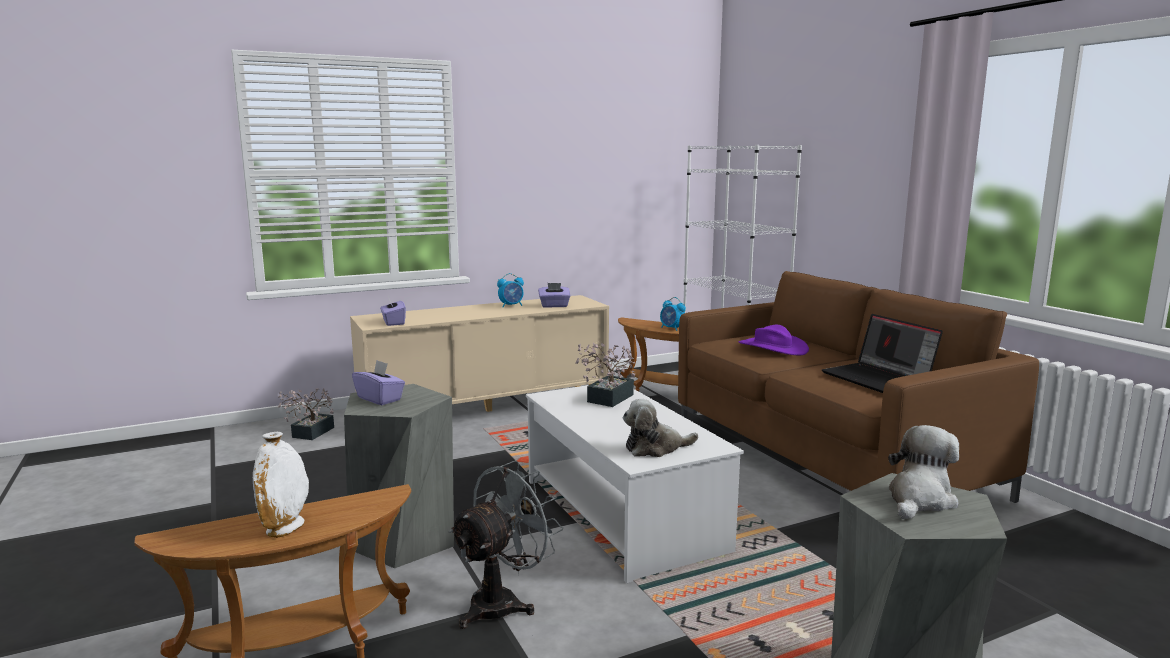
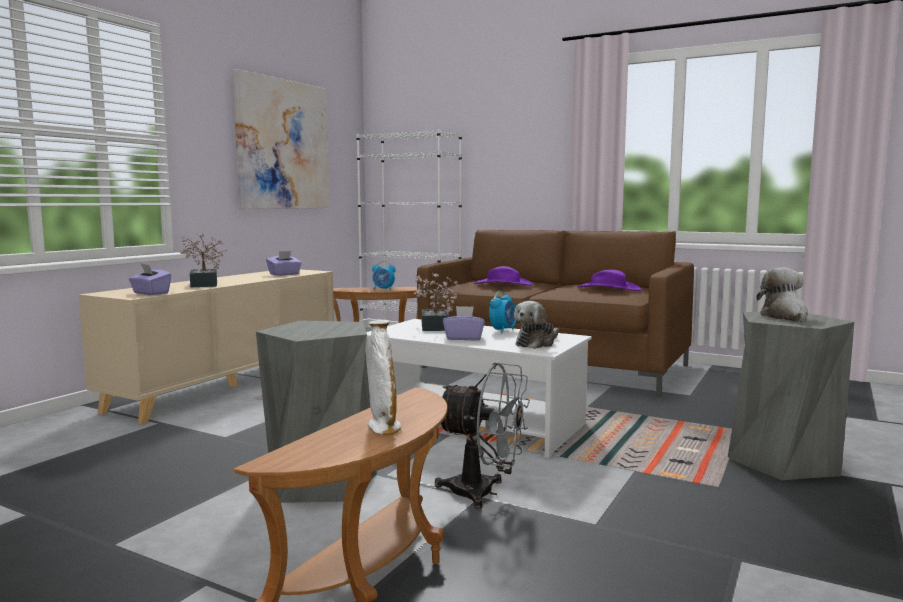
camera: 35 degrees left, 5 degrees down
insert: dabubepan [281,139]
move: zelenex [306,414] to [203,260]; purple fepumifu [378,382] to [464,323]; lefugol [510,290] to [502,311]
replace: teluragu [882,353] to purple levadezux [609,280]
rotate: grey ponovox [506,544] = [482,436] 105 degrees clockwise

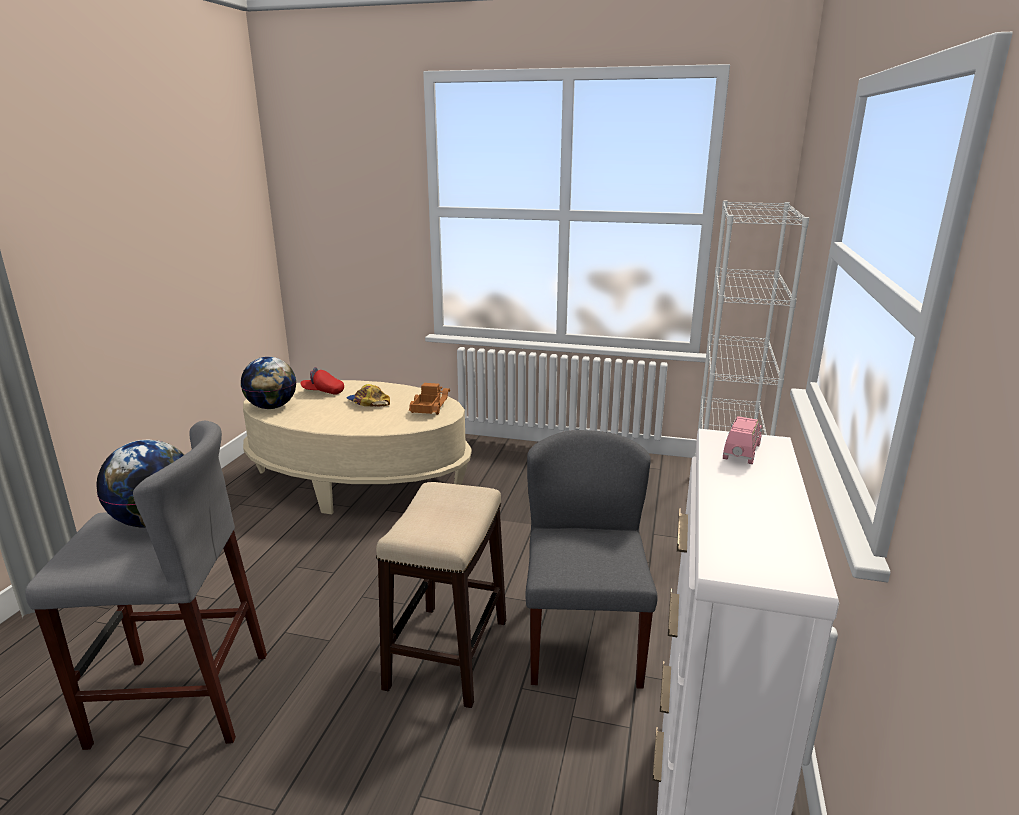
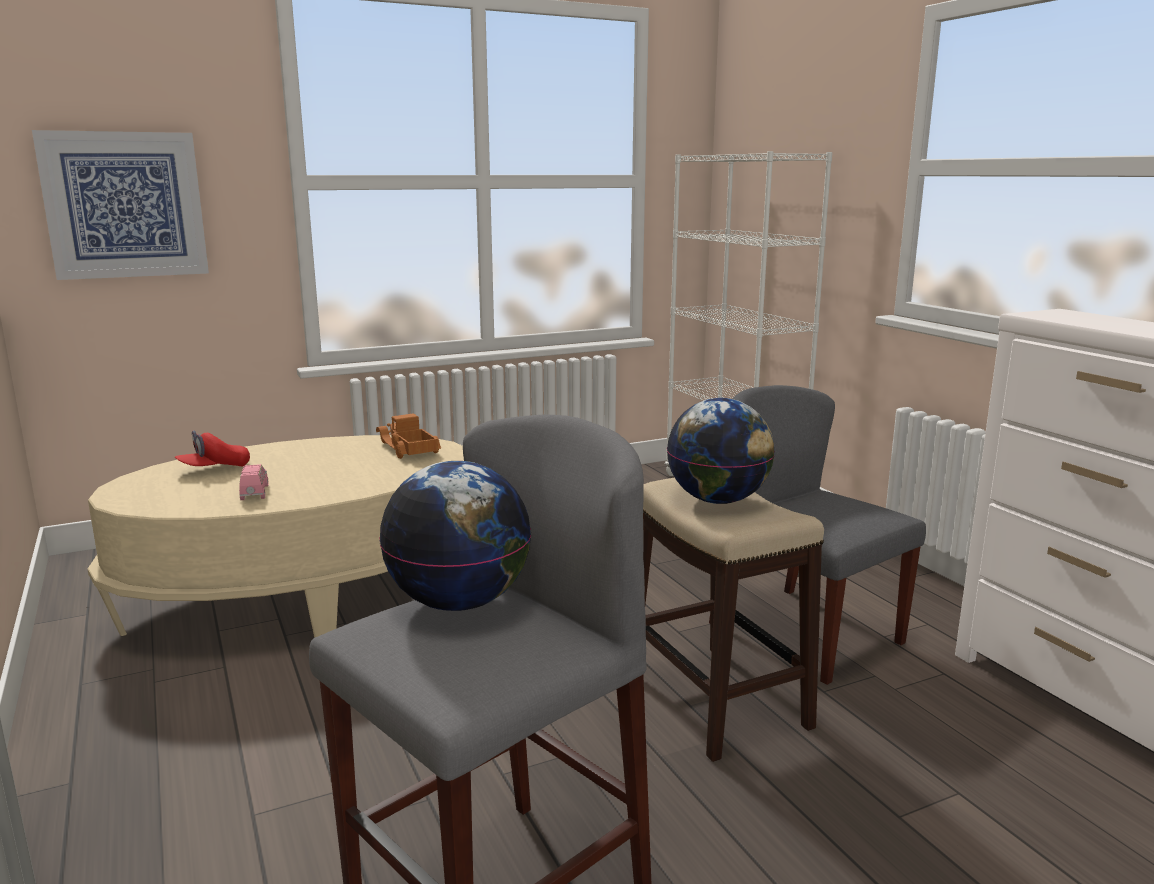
camera: 40 degrees left, 5 degrees down
delete: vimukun [368,395]
insert: dabubepan [120,205]
move: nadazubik [268,383] to [721,451]; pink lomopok [742,440] to [254,482]

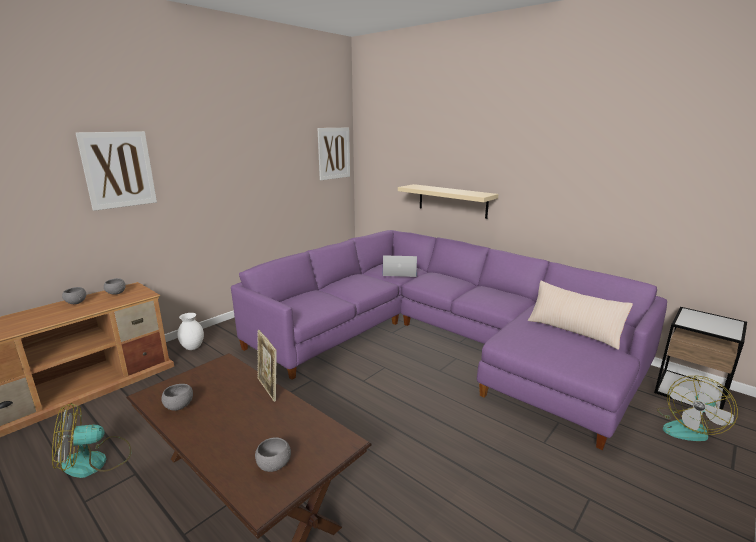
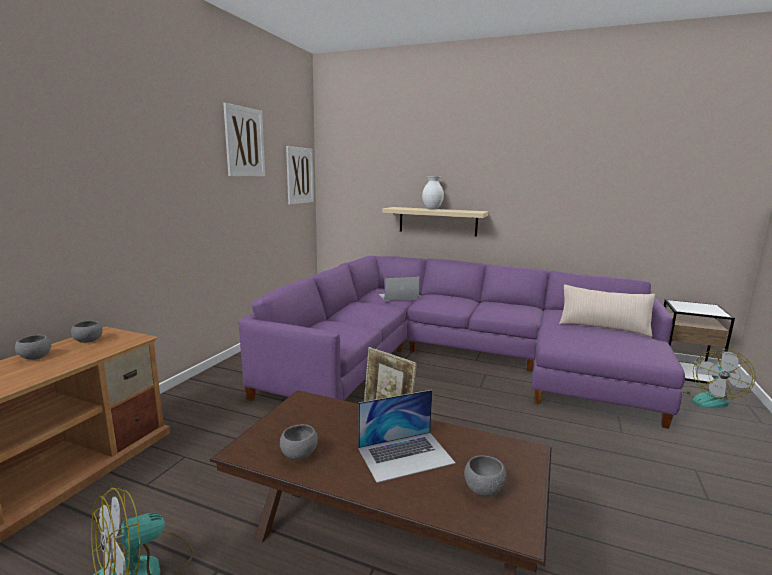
camera: 20 degrees left, 5 degrees down
insert: teluragu [407,436]
move: dabubepan [116,171] to [244,140]; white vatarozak [190,331] to [433,193]

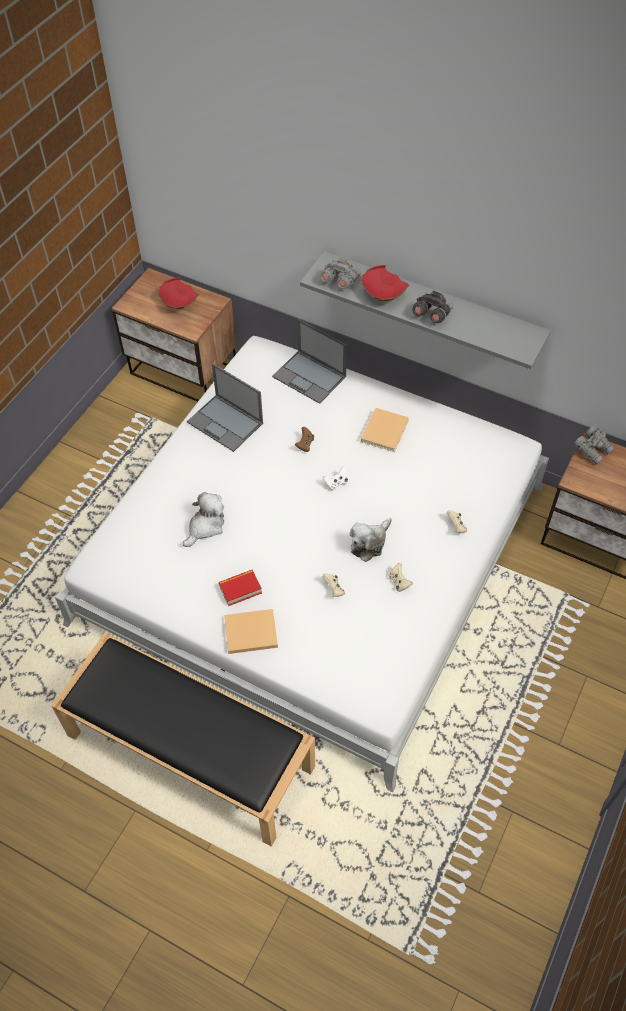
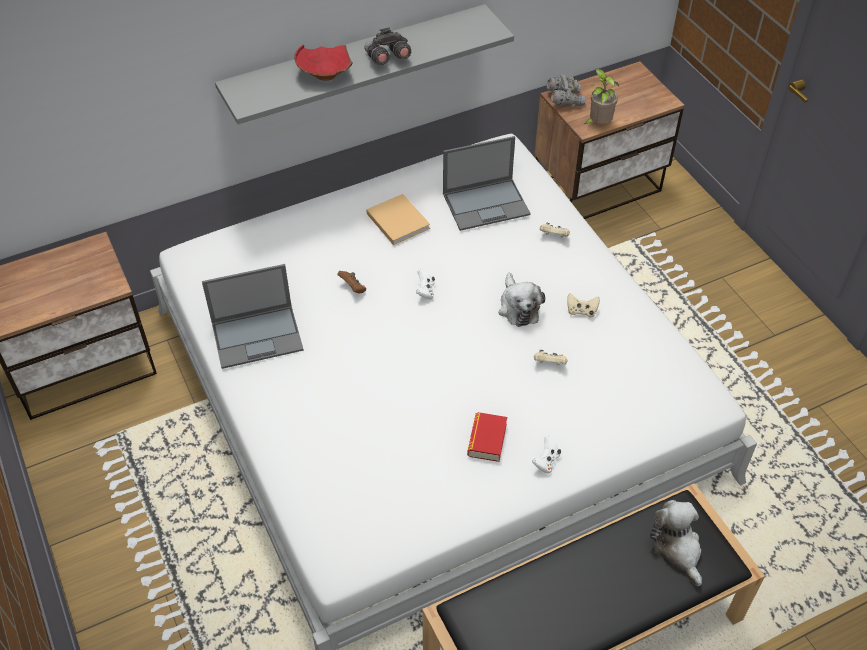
camera: 55 degrees left, 5 degrees down
delete: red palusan [178,293]; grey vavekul [340,273]
insert: zelenex [601,97]
move: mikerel [203,519] to [676,543]; teluragu [309,361] to [487,183]
replace: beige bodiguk [251,631] to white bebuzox [546,455]

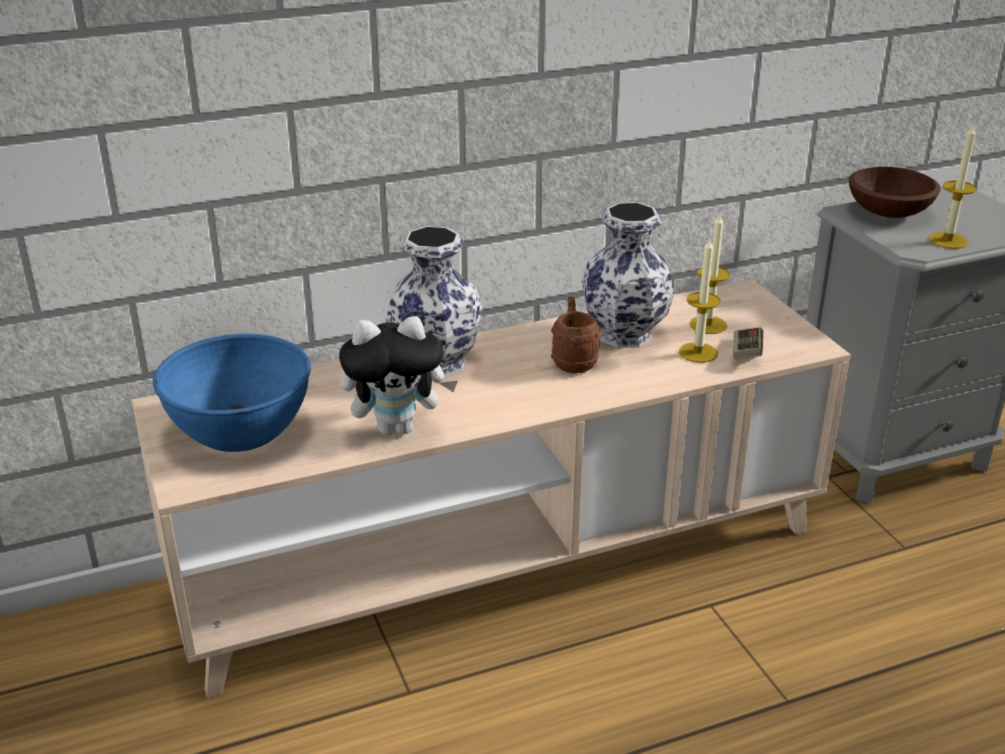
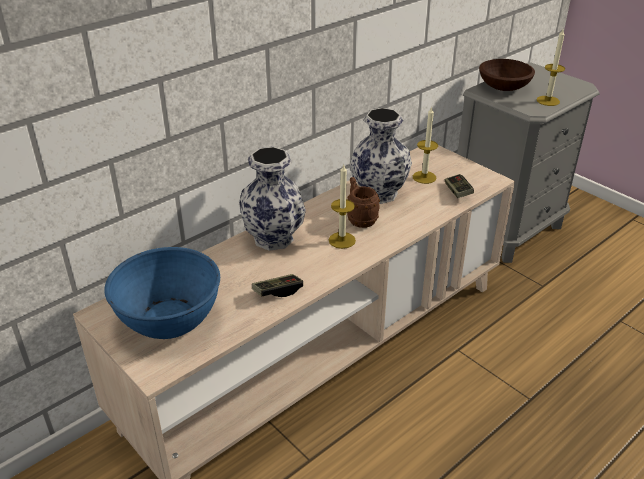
camera: 20 degrees left, 5 degrees up
move: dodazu [700,300] to [342,207]
replace: mikerel [398,375] to bebuzox [277,285]

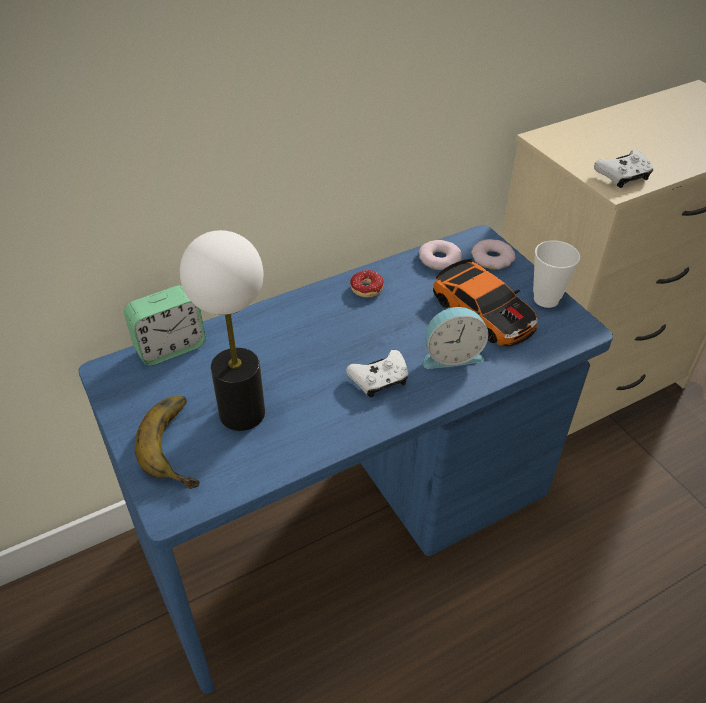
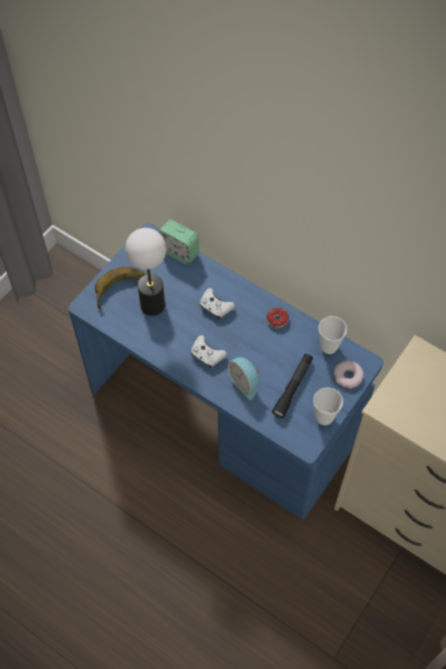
camera: 65 degrees right, 15 degrees up
move: white bebuzox [623,169] to [217,303]
replace: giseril [440,255] to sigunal [333,335]; lomopok [485,302] to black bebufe [292,386]

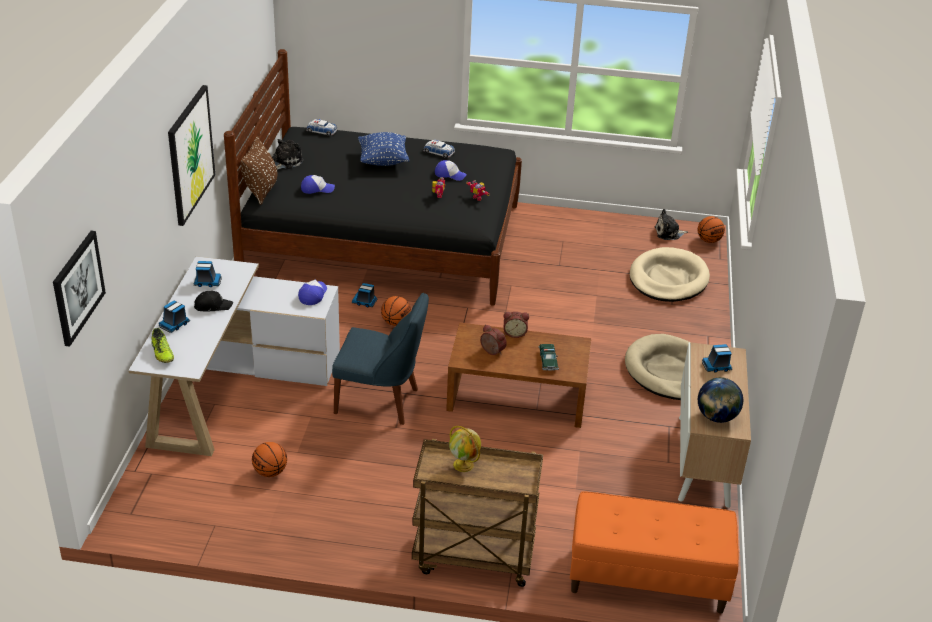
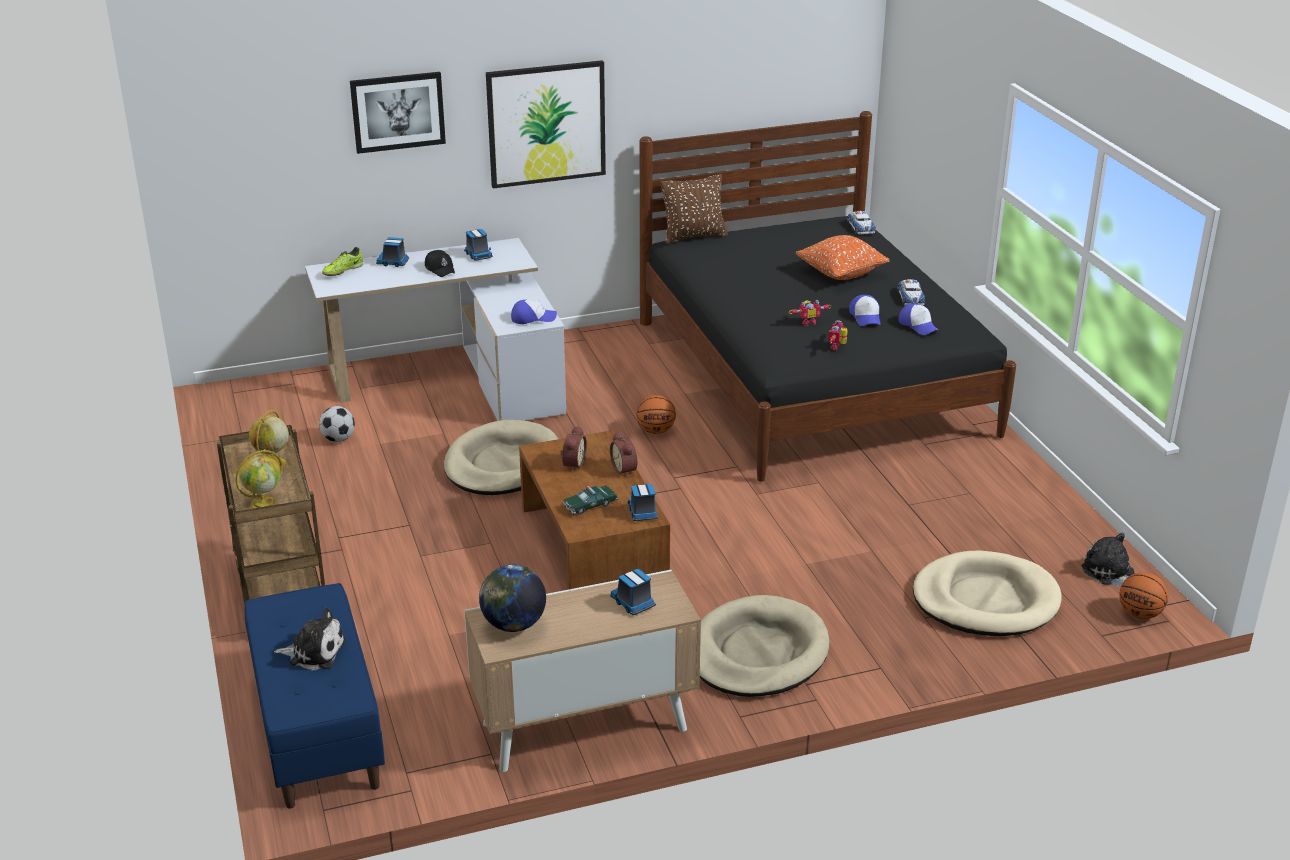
camera: 65 degrees right, 5 degrees down
insert: nadazubik [259,478]
move: dabubepan [79,289] to [398,113]; mikerel [288,154] to [310,639]; vimukun [318,184] to [918,319]; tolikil [364,295] to [643,502]
replace: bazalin [269,459] to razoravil [337,424]; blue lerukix [380,359] to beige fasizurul [501,457]
recolor: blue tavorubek [383,149] to orange tavorubek [843,257]; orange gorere [654,552] to blue gorere [315,696]

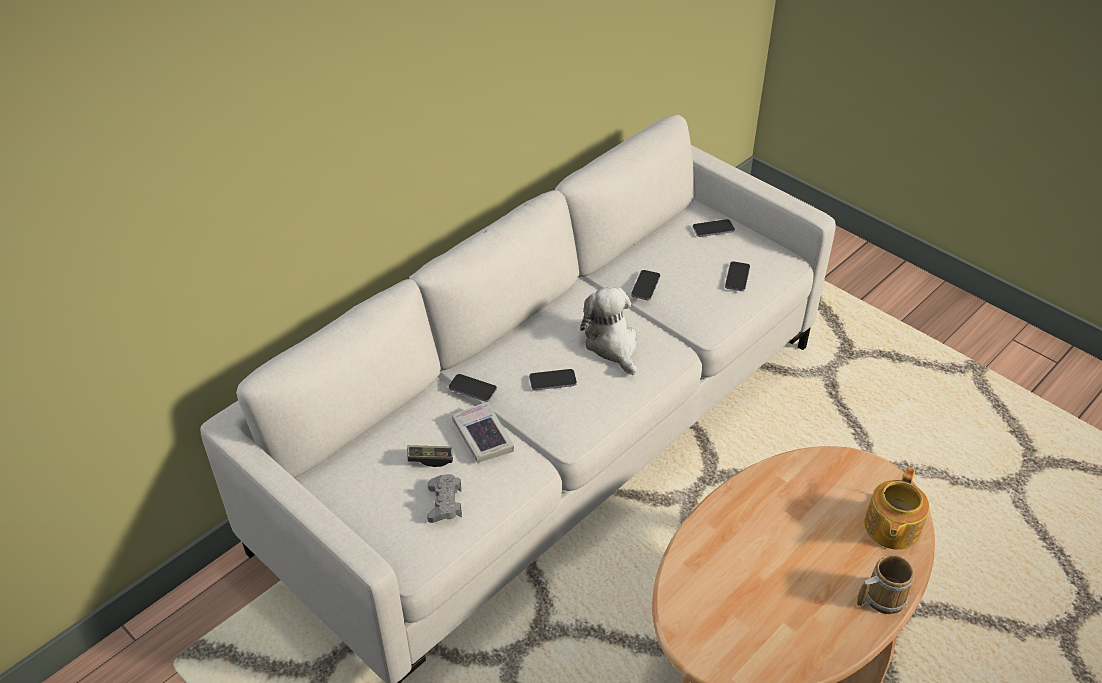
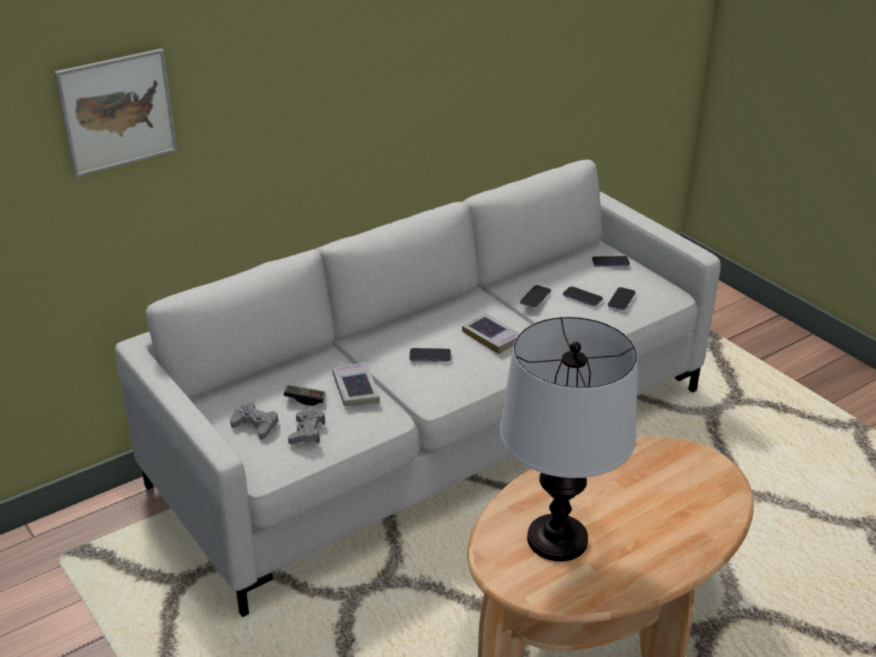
camera: 10 degrees right, 10 degrees down
delete: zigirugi [885,584]; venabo [897,508]
insert: dabubepan [115,112]; grey bebuzox [254,421]; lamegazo [569,439]
move: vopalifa [473,388] to [583,296]
replace: mikerel [608,331] to bodiguk [491,333]

